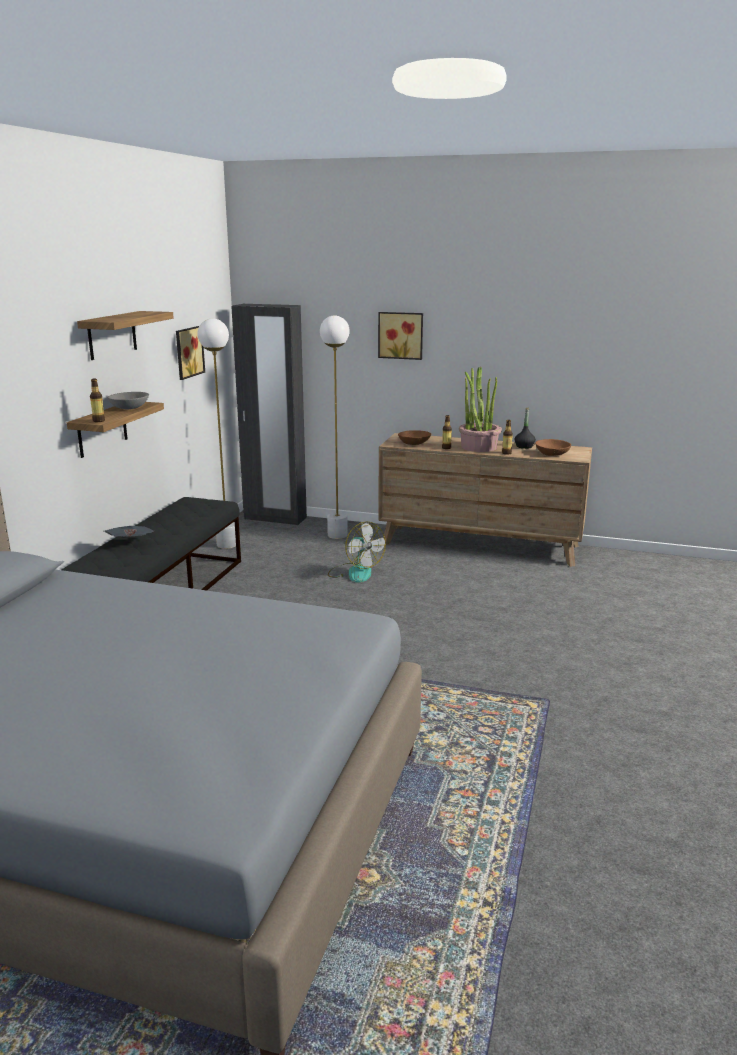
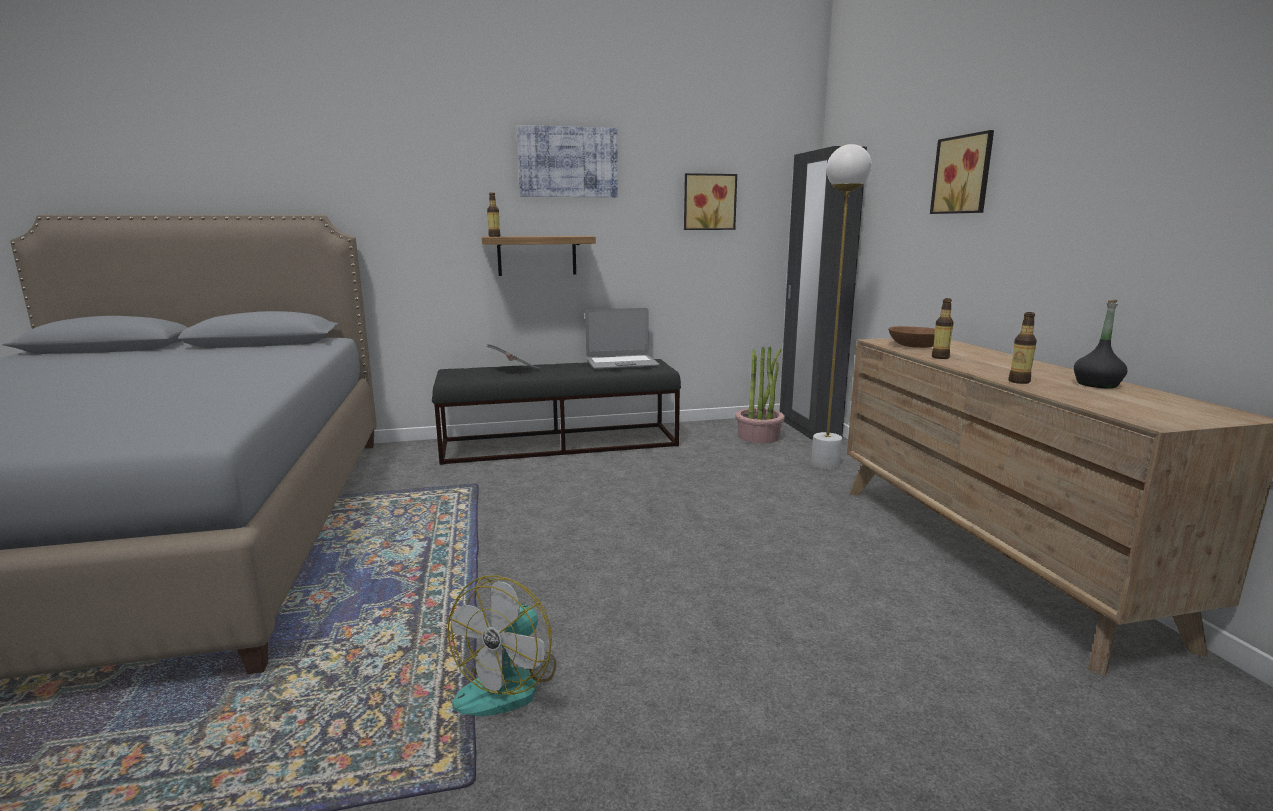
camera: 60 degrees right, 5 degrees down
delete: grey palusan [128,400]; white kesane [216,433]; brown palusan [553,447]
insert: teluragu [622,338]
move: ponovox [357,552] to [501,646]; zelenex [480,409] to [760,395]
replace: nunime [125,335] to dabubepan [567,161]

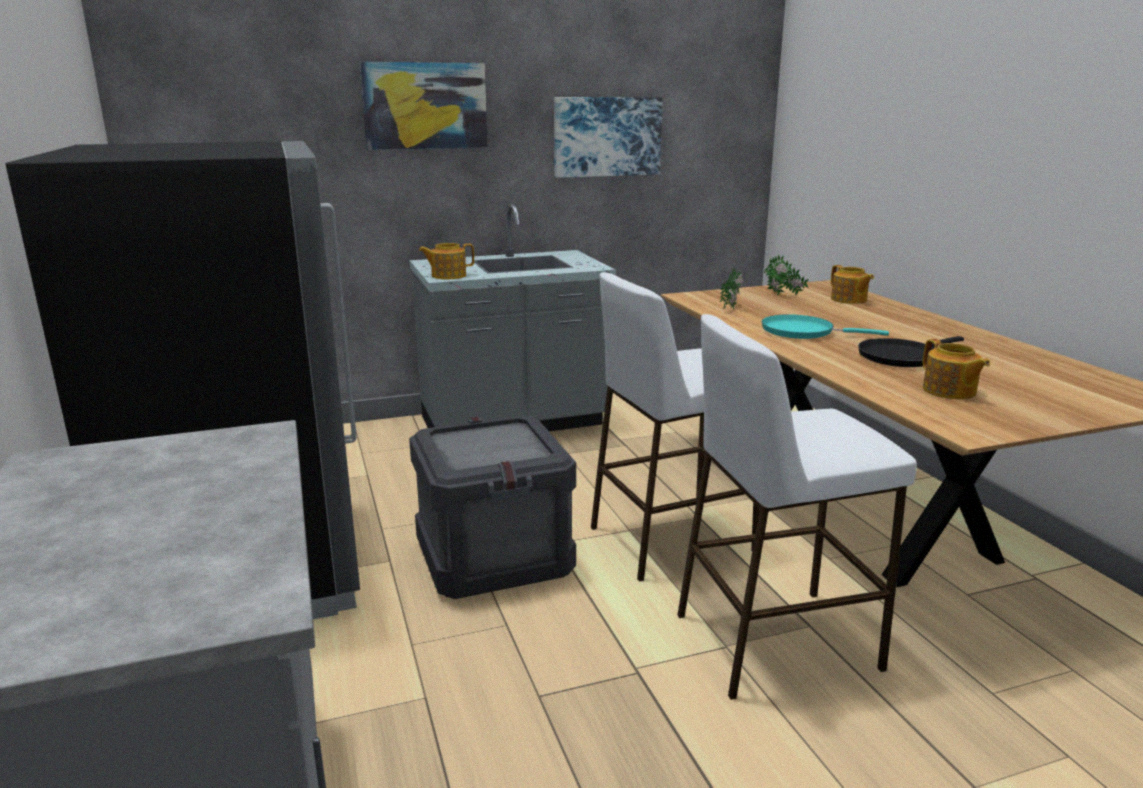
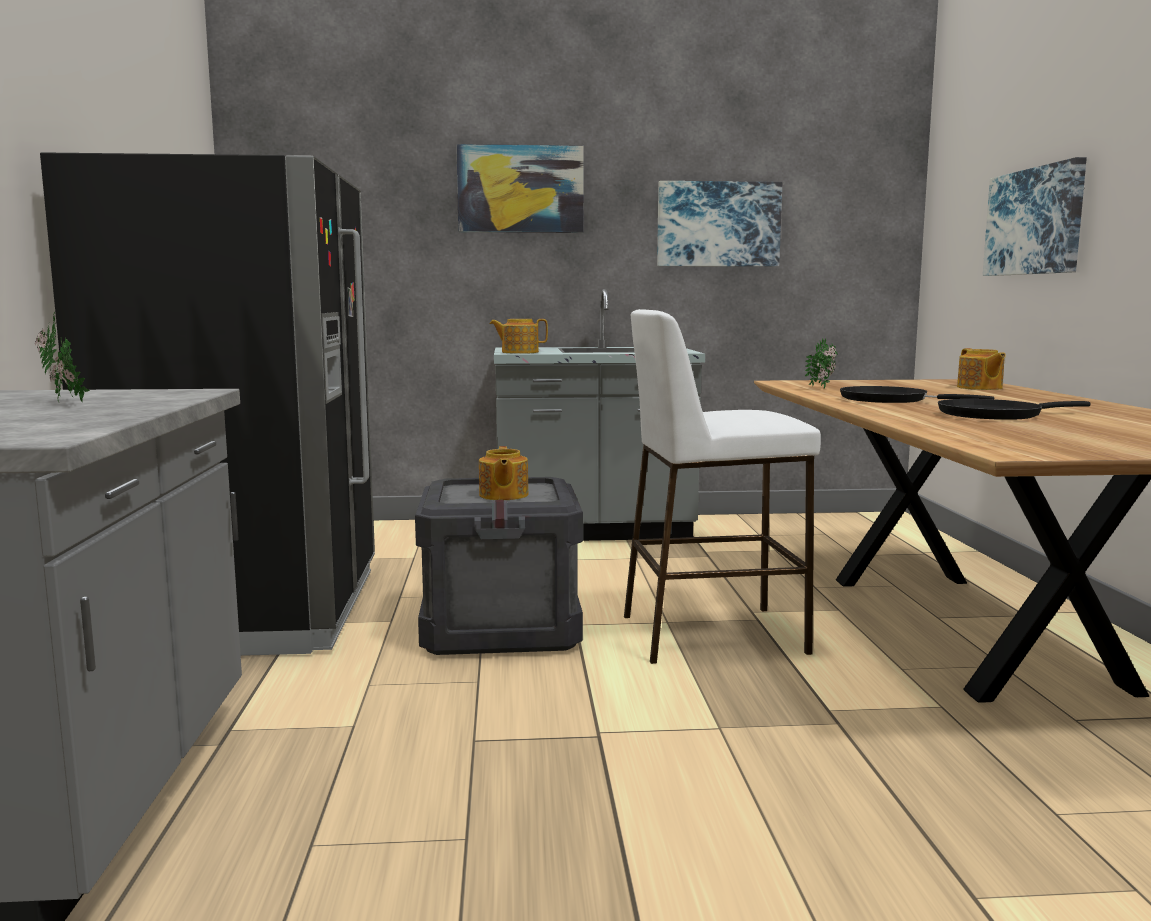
camera: 15 degrees right, 10 degrees down
delete: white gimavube [797,507]
insert: dabubepan [1035,216]
move: zelenex [786,275] to [62,357]; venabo [956,369] to [504,473]
recolor: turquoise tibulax [825,326] to black tibulax [917,394]

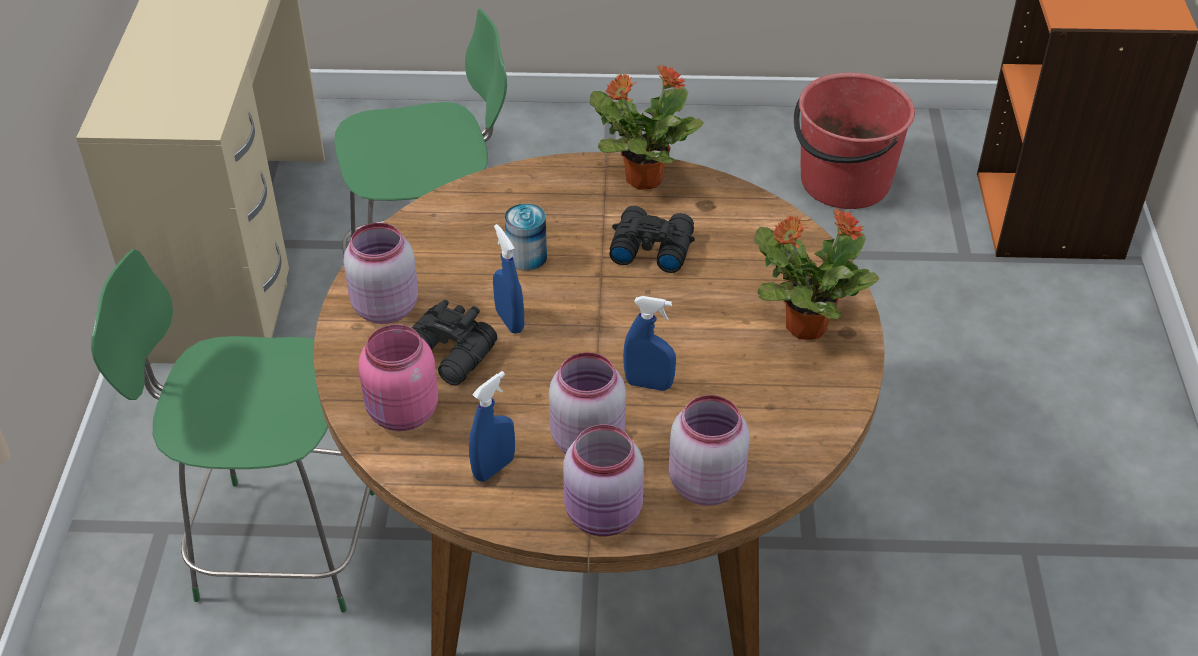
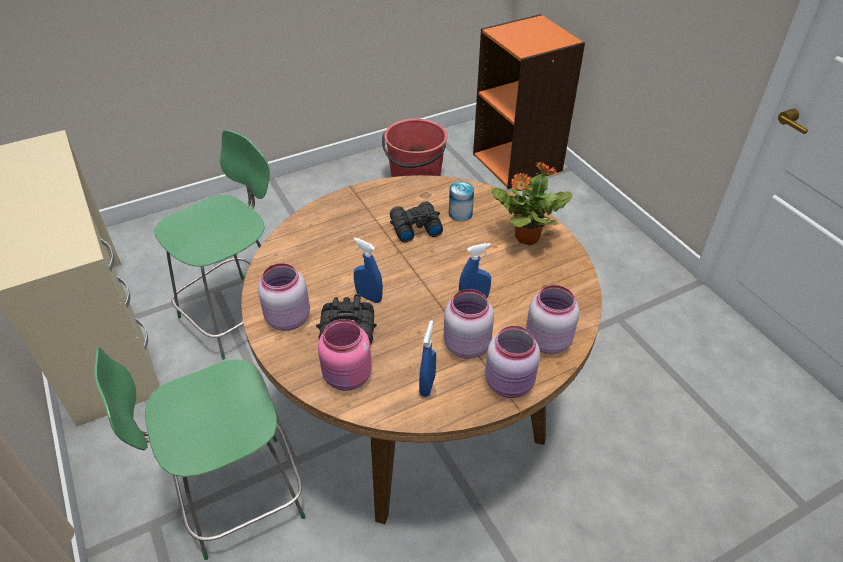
camera: 30 degrees left, 0 degrees up
delete: zelenex [647,127]
move: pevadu [526,237] to [461,201]

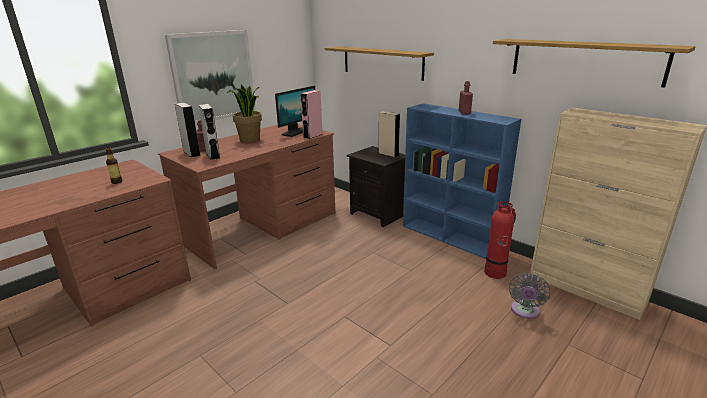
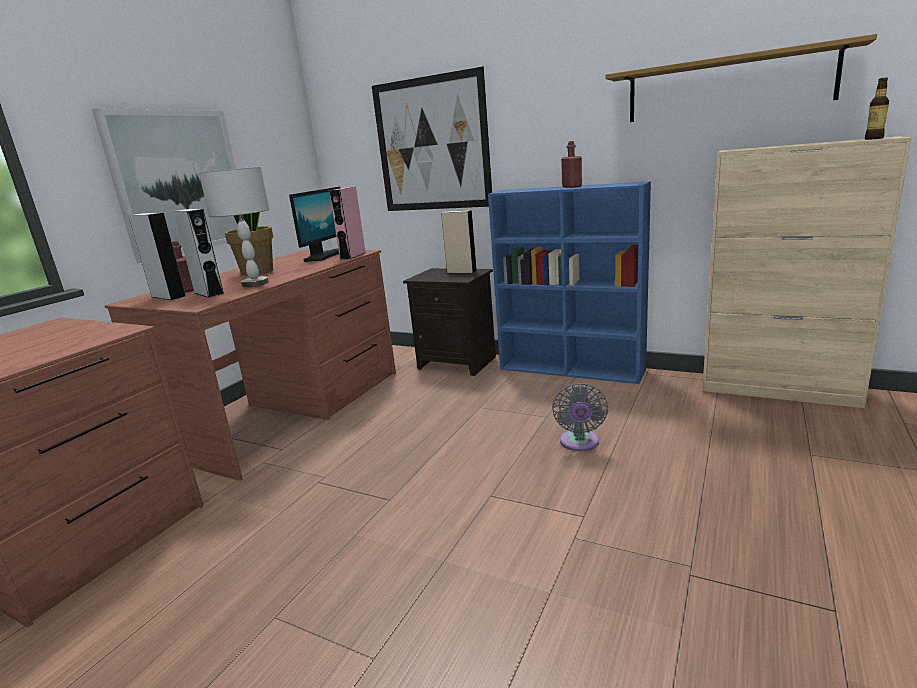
camera: 15 degrees left, 5 degrees down
delete: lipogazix [500,240]
insert: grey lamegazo [234,227]
move: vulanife [113,165] to [877,108]; grey ponovox [530,296] to [580,417]
replace: nunime [379,63] to dabubepan [432,139]

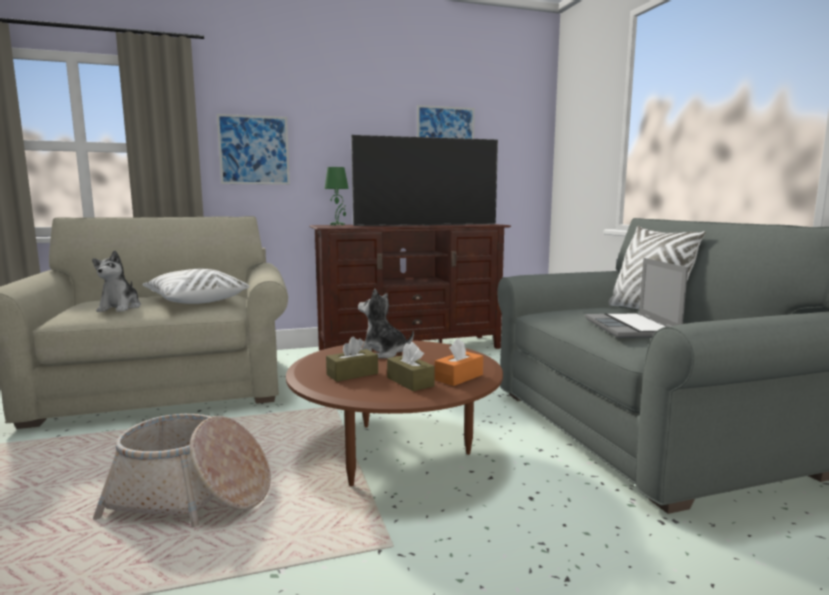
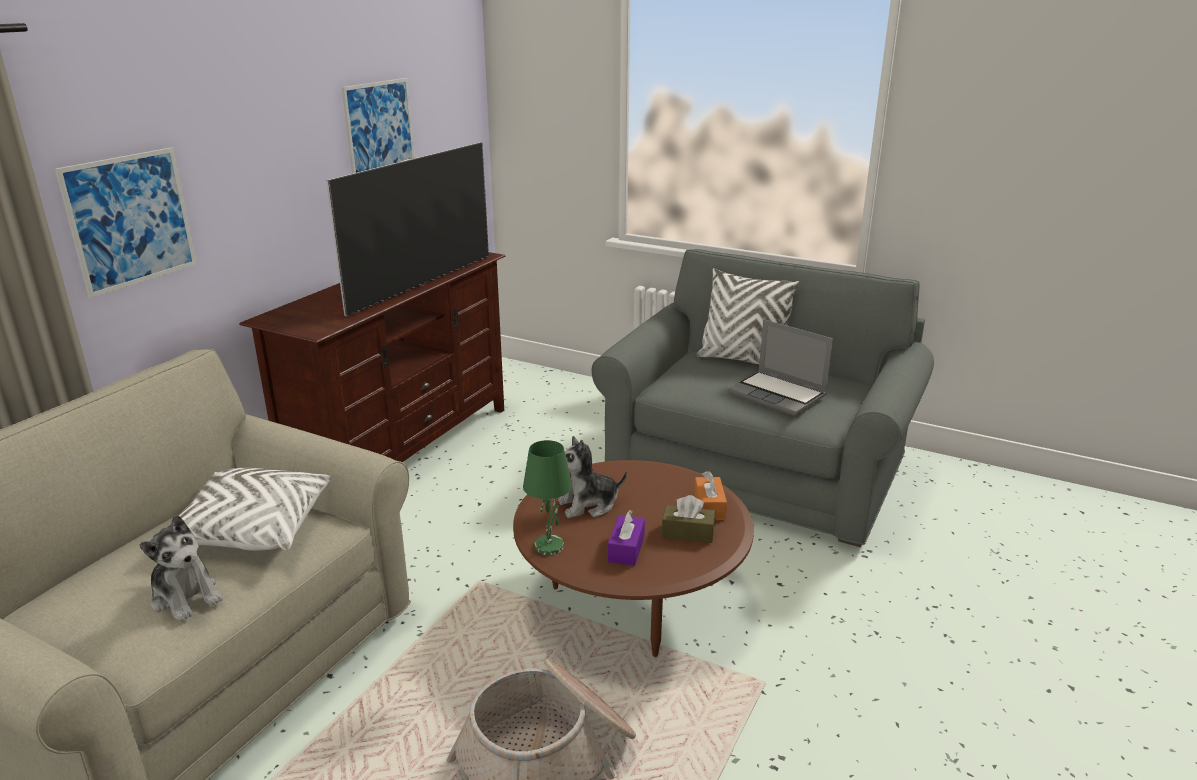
camera: 45 degrees left, 15 degrees up
move: green lamegazo [336,196] to [547,497]
recolor: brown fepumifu [352,359] to purple fepumifu [626,538]

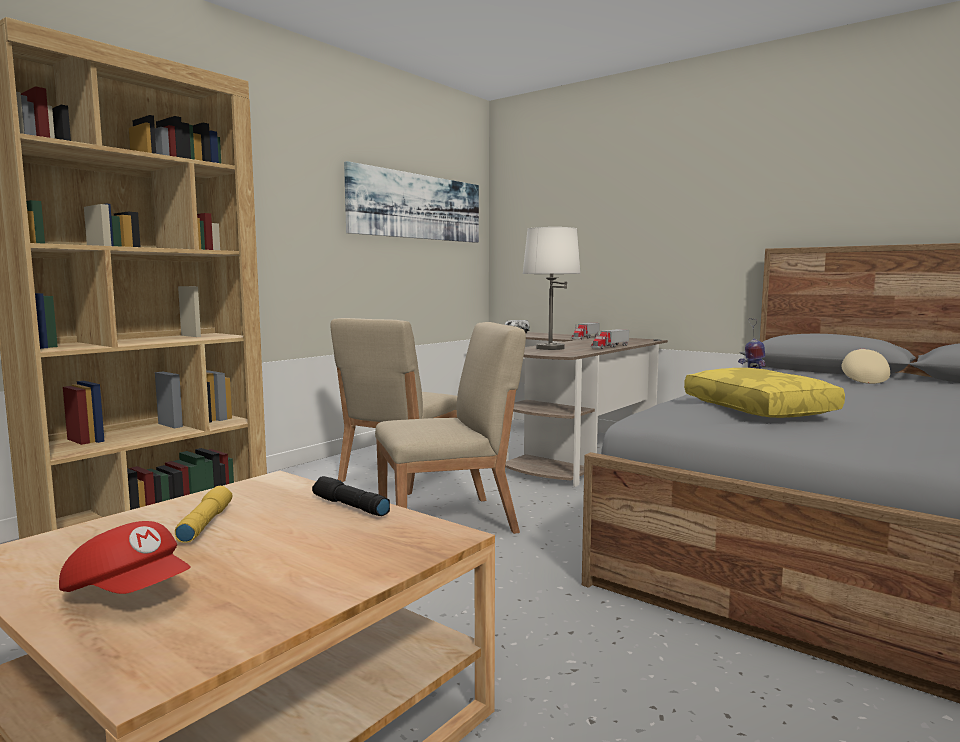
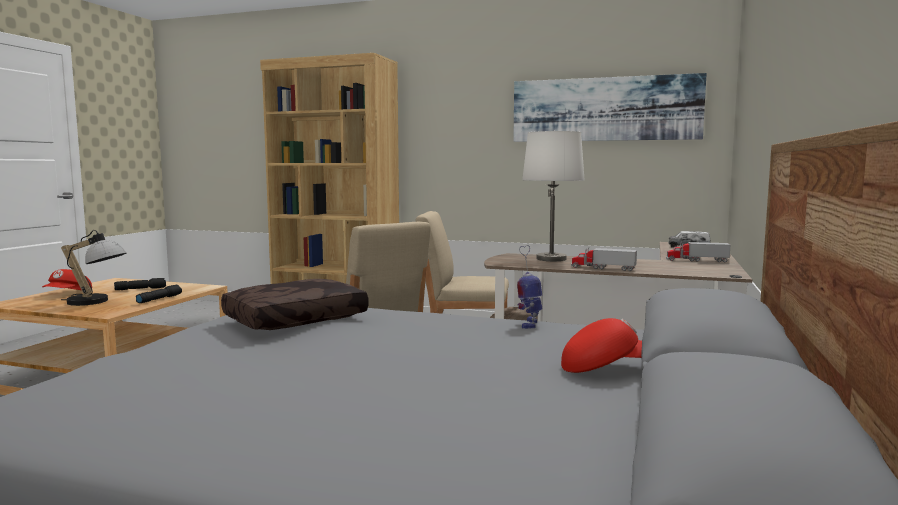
camera: 70 degrees right, 0 degrees up
insert: lamegazo [93,268]
recolor: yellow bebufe [203,514] to black bebufe [140,284]; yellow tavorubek [764,393] to brown tavorubek [295,304]; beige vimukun [866,366] to red vimukun [601,345]

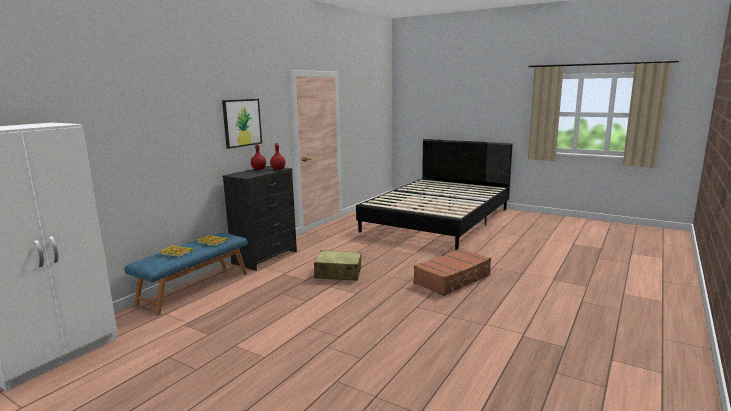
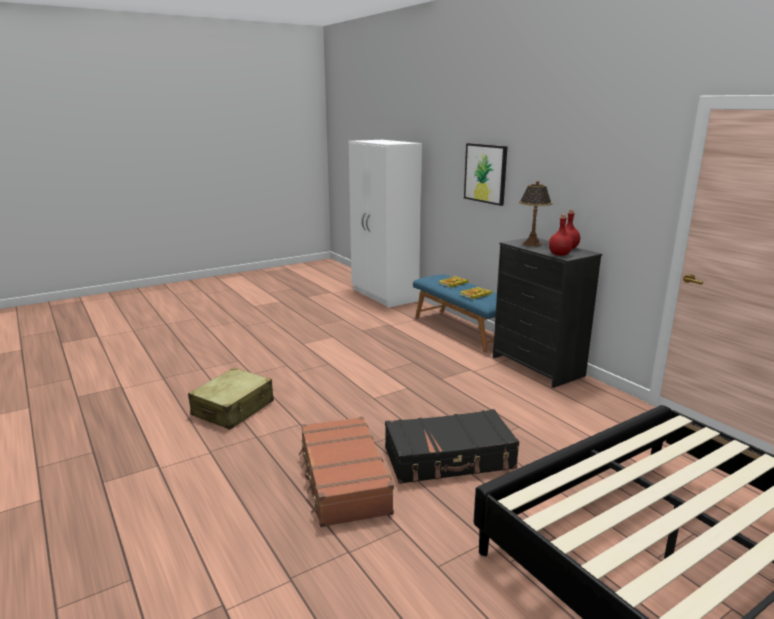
camera: 115 degrees right, 5 degrees up
insert: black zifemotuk [452,446]; lamegazo [535,213]
move: dabubepan [242,124] to [486,174]; beige zifemotuk [338,265] to [231,399]

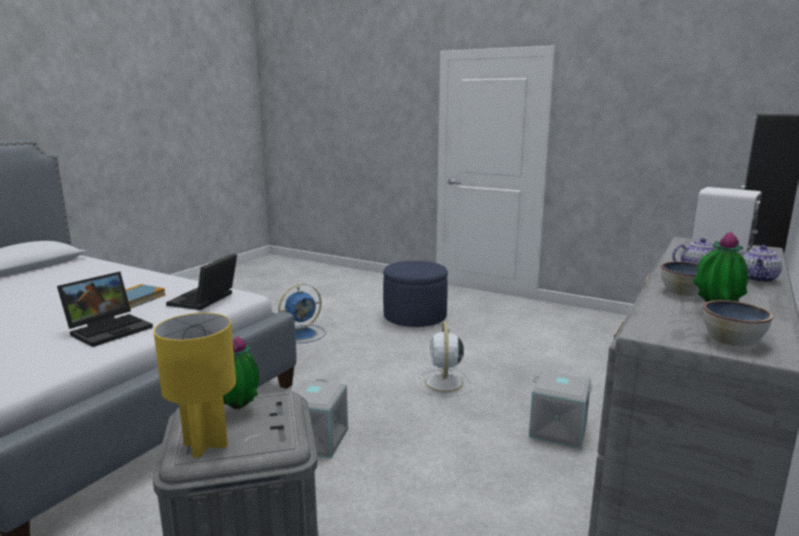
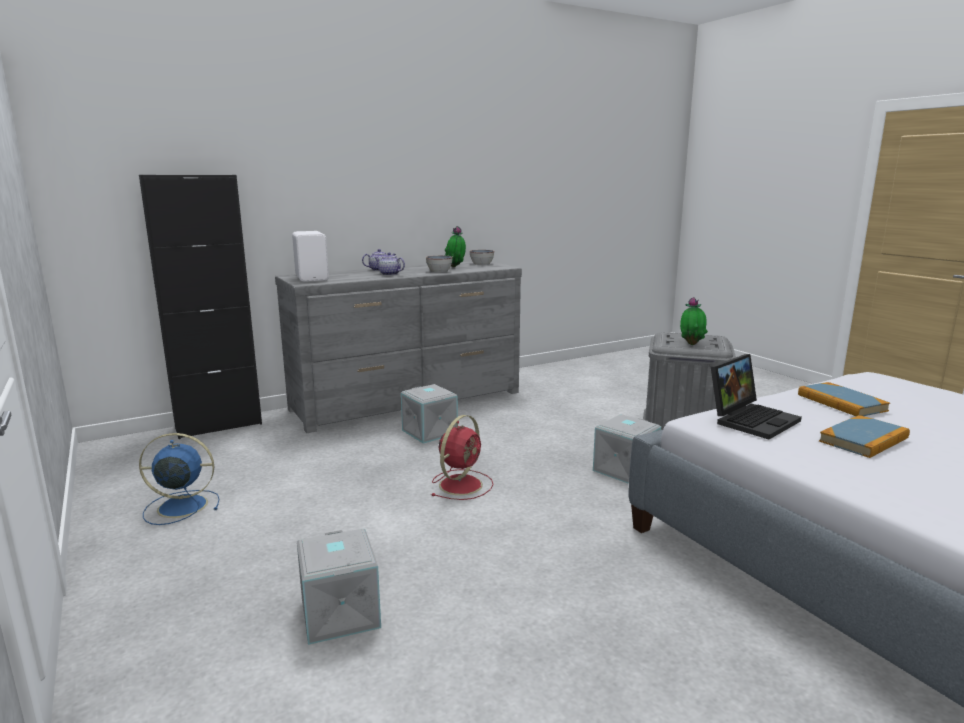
camera: 150 degrees left, 0 degrees up
delete: yellow lamegazo [194,385]
move: blue ponovox [302,313] to [179,479]
replace: teluragu [105,309] to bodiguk [844,399]; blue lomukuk [415,294] to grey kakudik [339,586]
recolor: white ponovox [445,359] to red ponovox [462,457]

